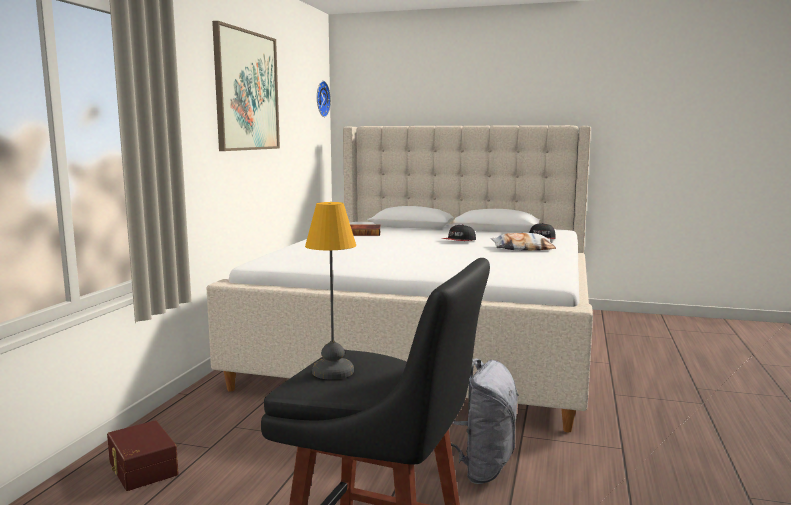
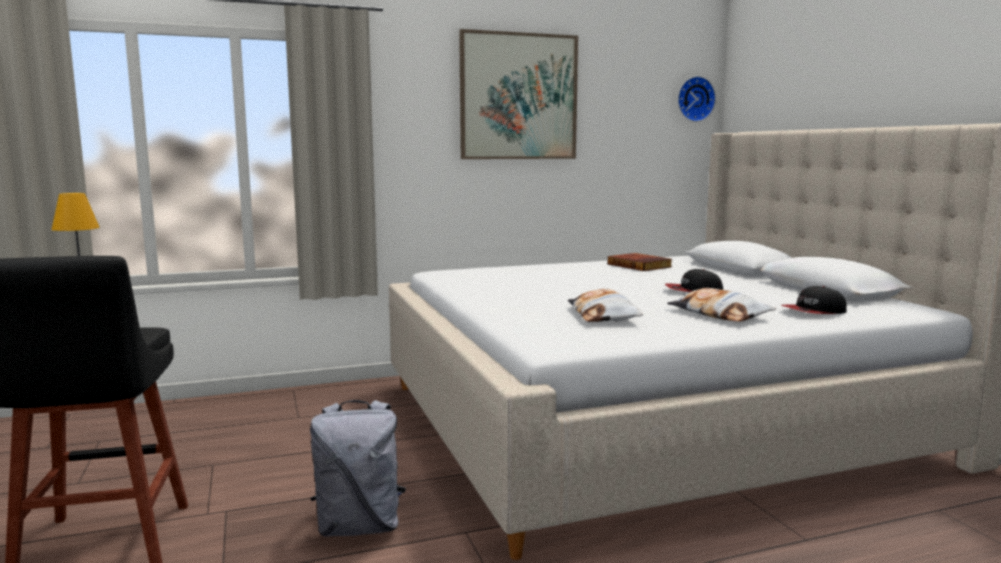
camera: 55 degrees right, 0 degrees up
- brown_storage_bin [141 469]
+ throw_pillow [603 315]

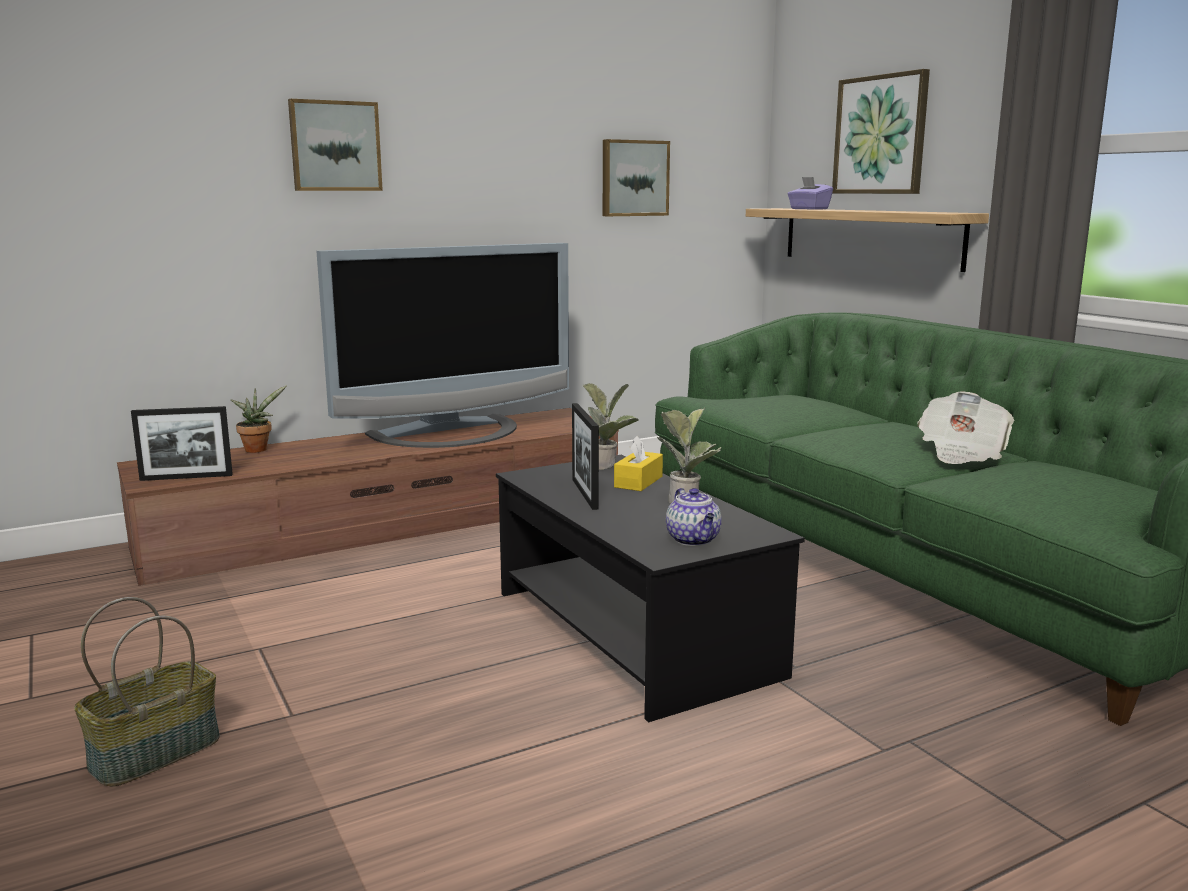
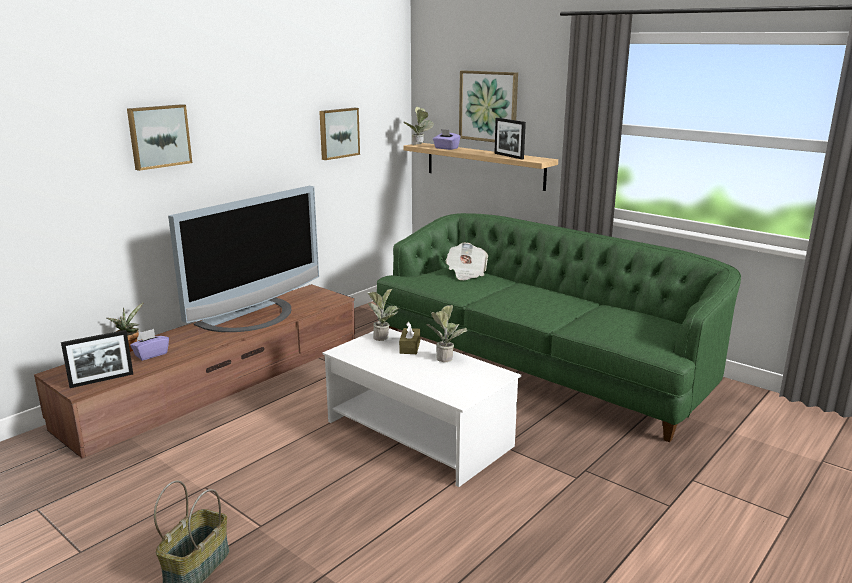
camera: 20 degrees left, 5 degrees up
~ daily_paper [961 453] to [466 273]
~ picture_frame [584 493] to [508 156]
~ yellowish_tissue_box [638 482] to brown_tissue_box [410 347]
~ black_coffee_table [634 633] to whitish_coffee_table [419 434]
- pot_for_tea [694 540]
+ potted_plant [419 145]
+ purple_tissue_box [151 354]

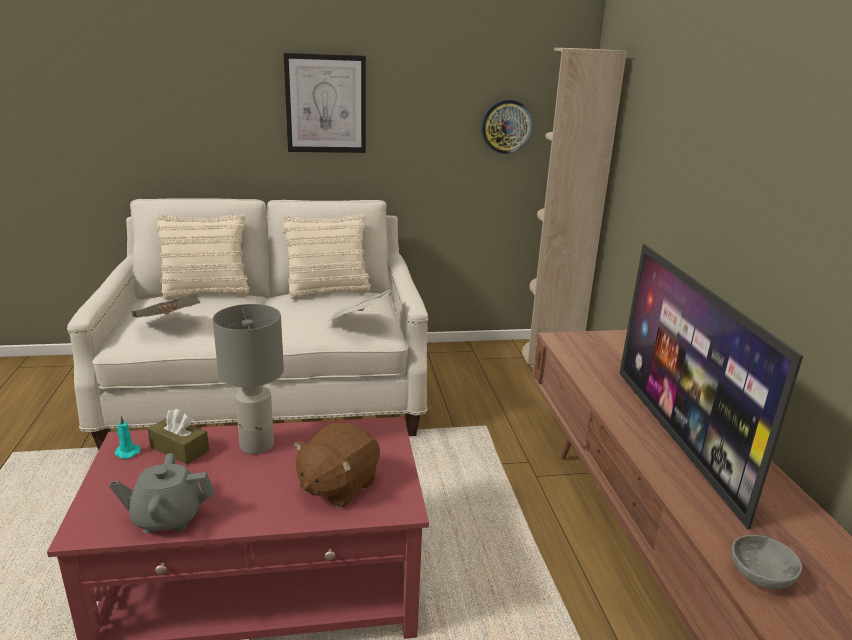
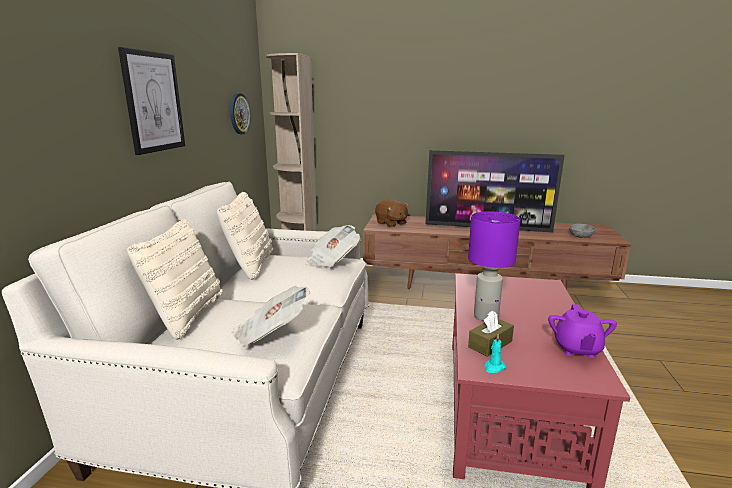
camera: 70 degrees left, 5 degrees down
~ grey_table_lamp [257 445] to purple_table_lamp [486 316]
~ brown_cuddly_toy [337 486] to [391 223]
~ grey_pot_for_tea [167 518] to purple_pot_for_tea [577 349]

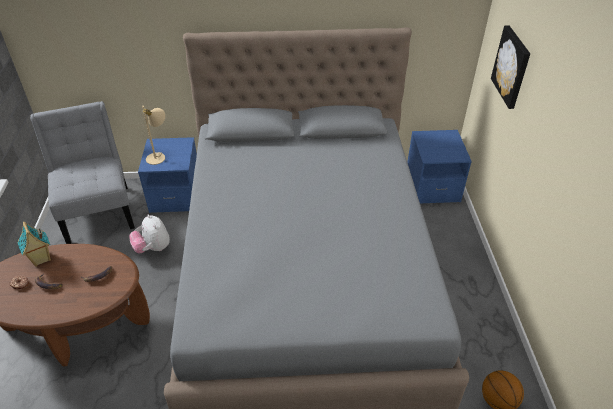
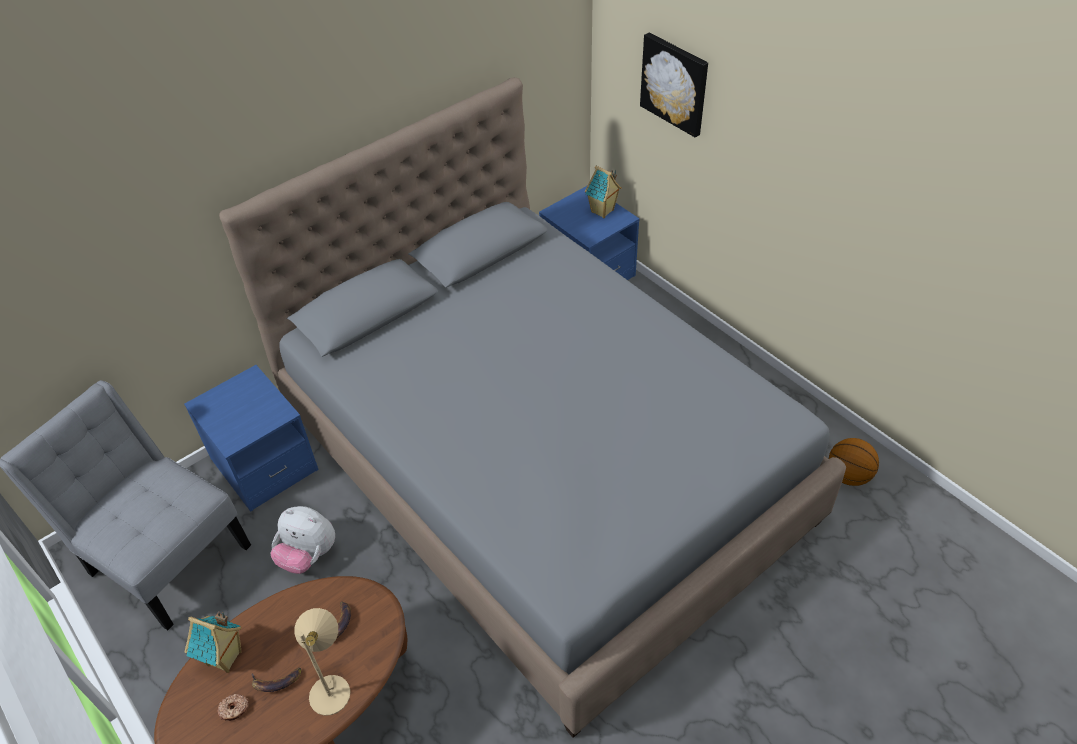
camera: 35 degrees left, 5 degrees up
~ beige-coloured_table_lamp [159 156] to [332 686]
+ toy_house [602 211]

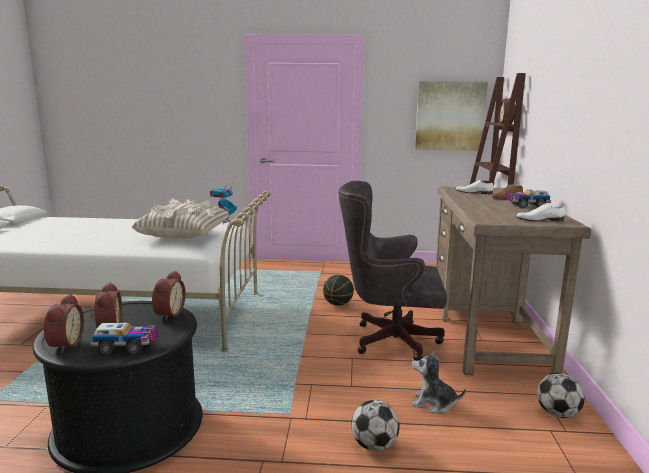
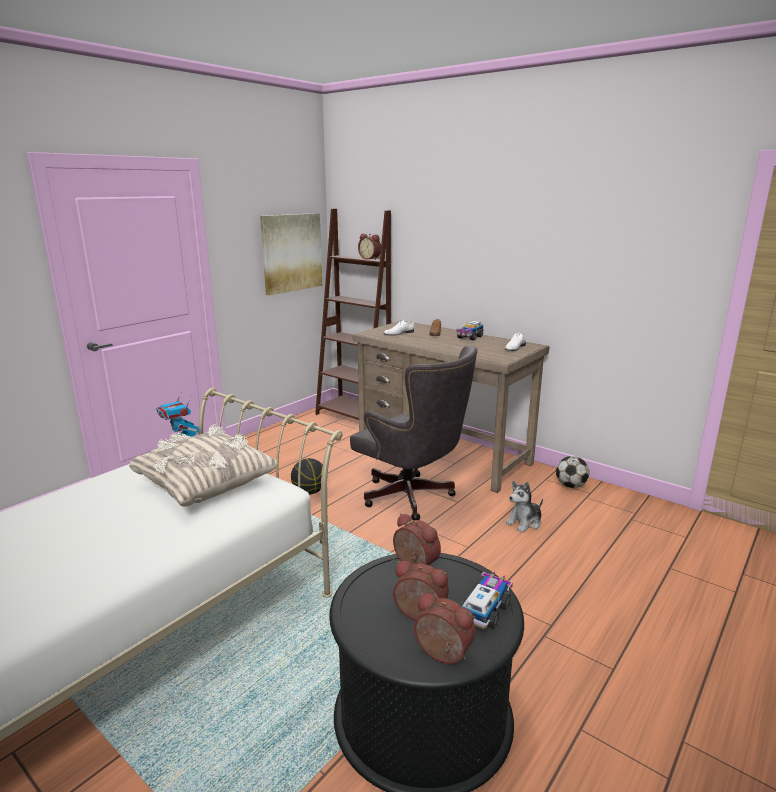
camera: 55 degrees left, 5 degrees up
~ grey_computer_chair [389 340] = [412 498] 90 degrees counterclockwise
- football [374 445]

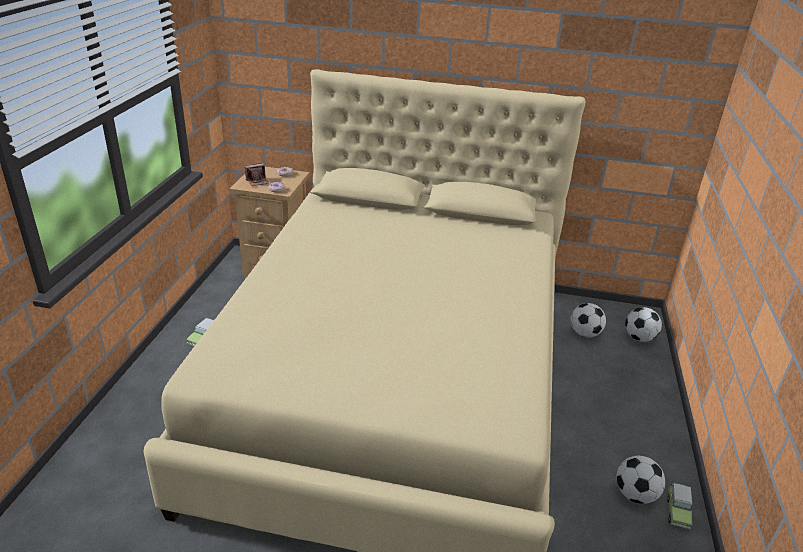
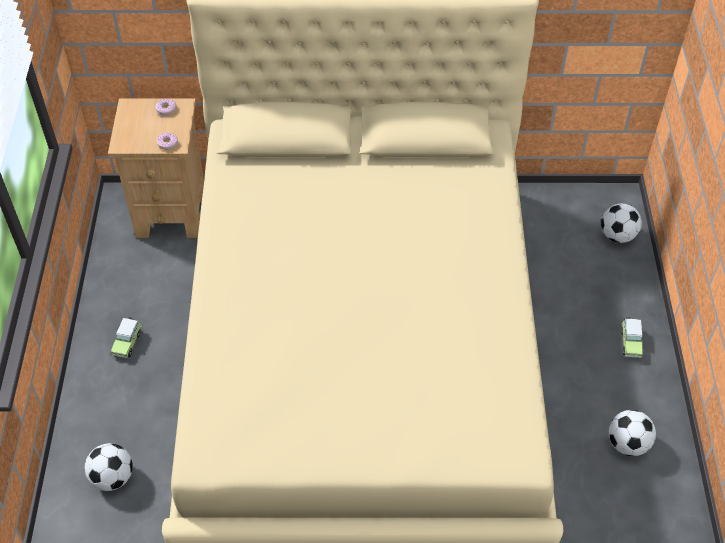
camera: 10 degrees left, 20 degrees up
- still_camera [257 181]
~ football [584 333] to [113 477]
~ miniature_car [677 511] to [630 342]

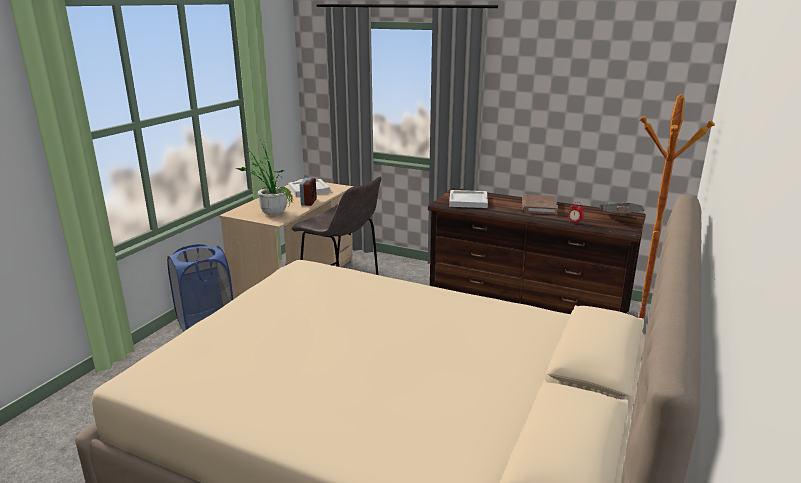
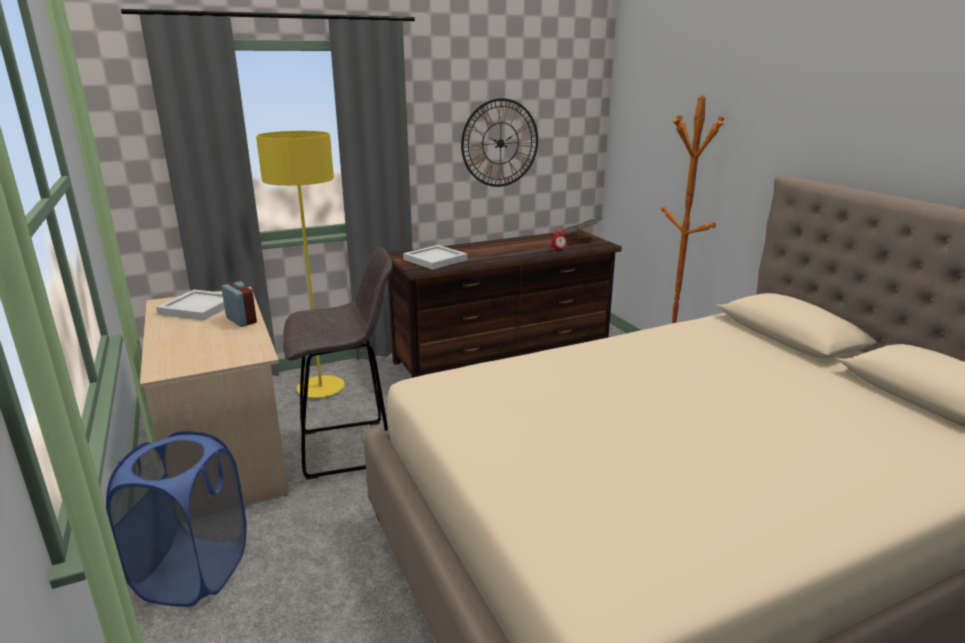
camera: 50 degrees left, 0 degrees up
- potted_plant [270 212]
- brown_book [539 207]
+ hanging_clock [500 143]
+ yellowish_standing_lamp [321 389]

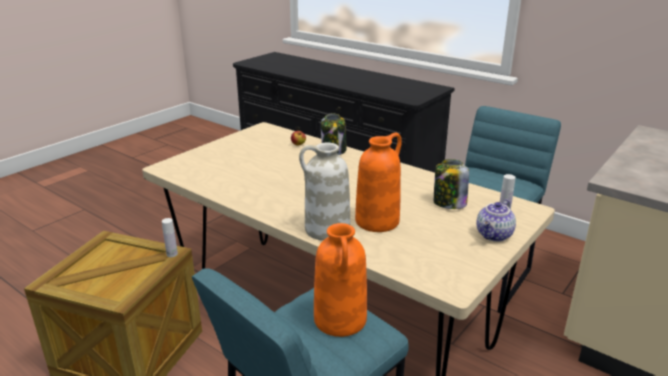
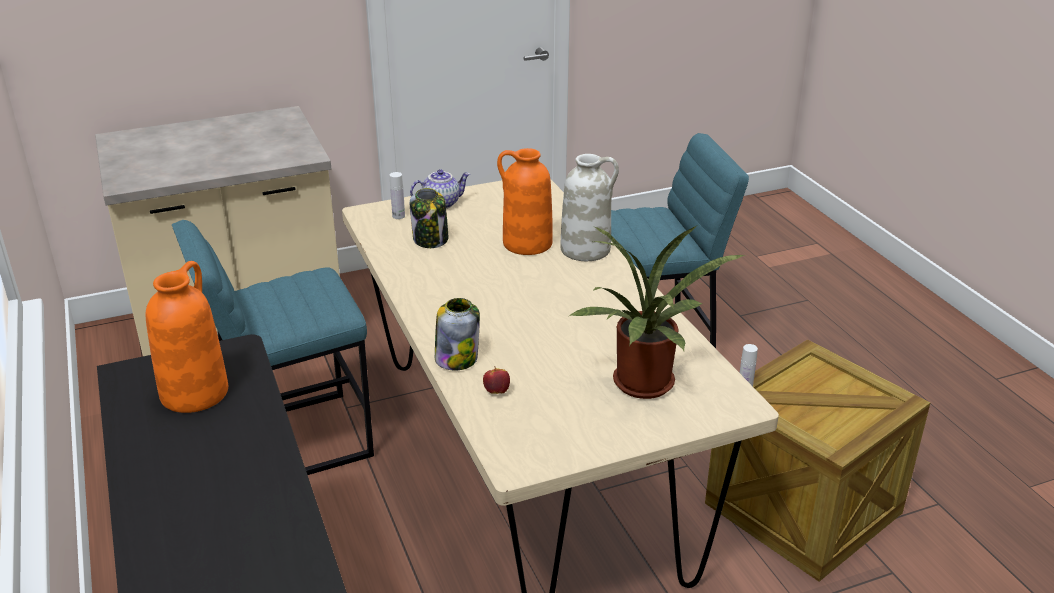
camera: 150 degrees left, 5 degrees up
~ orange-coloured_vase [341 320] to [194 392]
+ potted_plant [643 387]

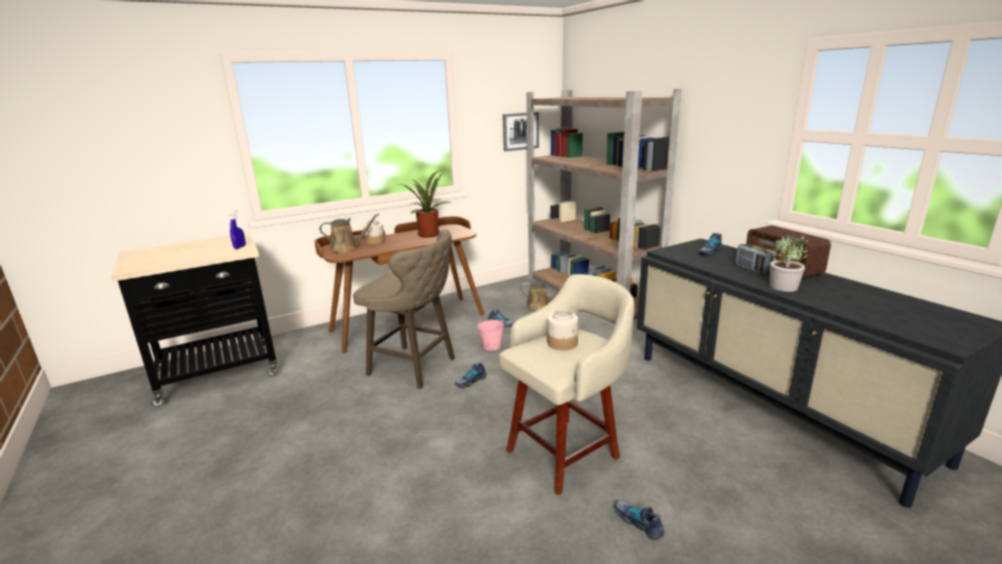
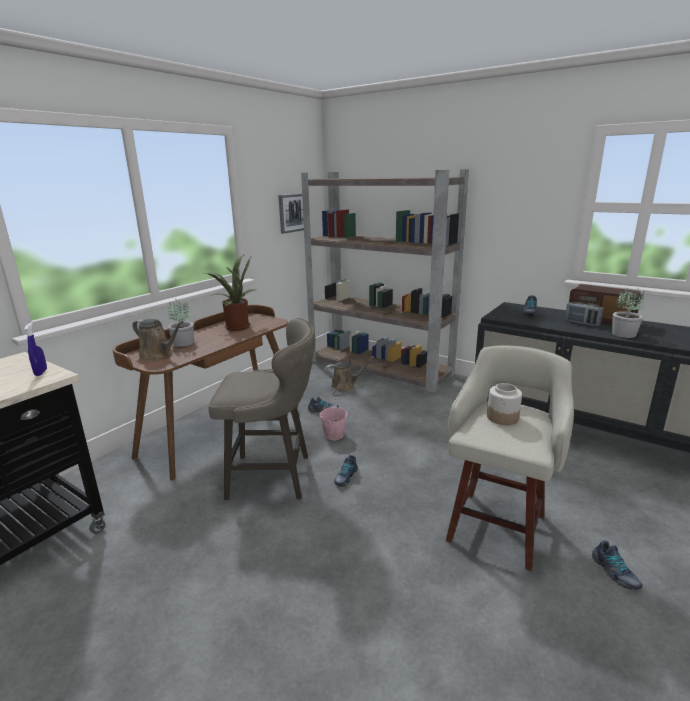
camera: 25 degrees left, 0 degrees up
~ brown_watering_pot [347 249] = [158 355] 60 degrees clockwise
~ jar [374 242] to potted_plant [183 343]
~ low_shoe [638 522] = [614 572] 135 degrees counterclockwise

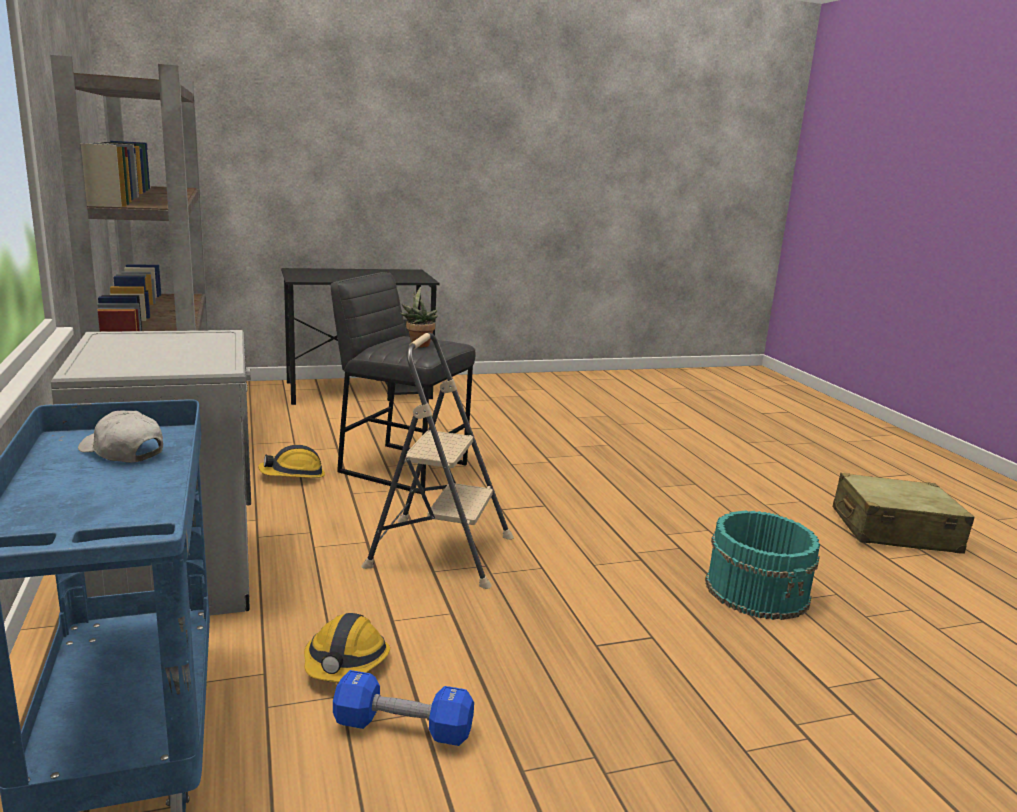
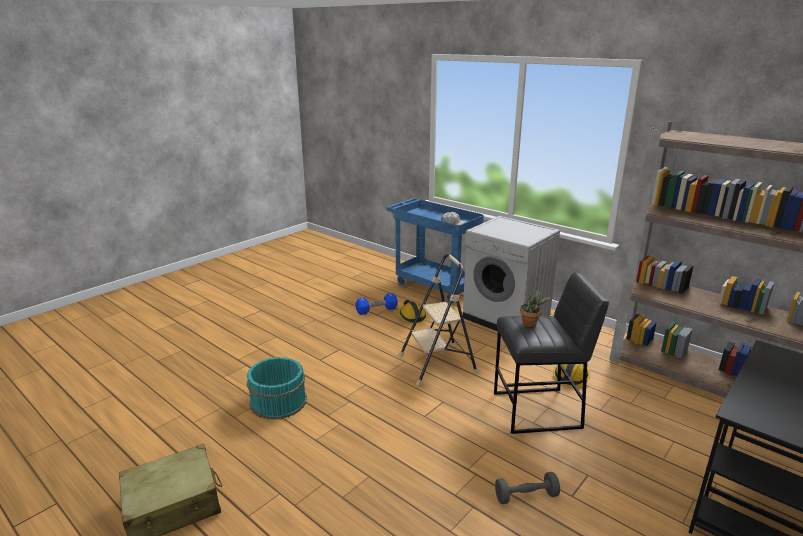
camera: 150 degrees right, 5 degrees up
+ grey_hand_weight [526 496]

